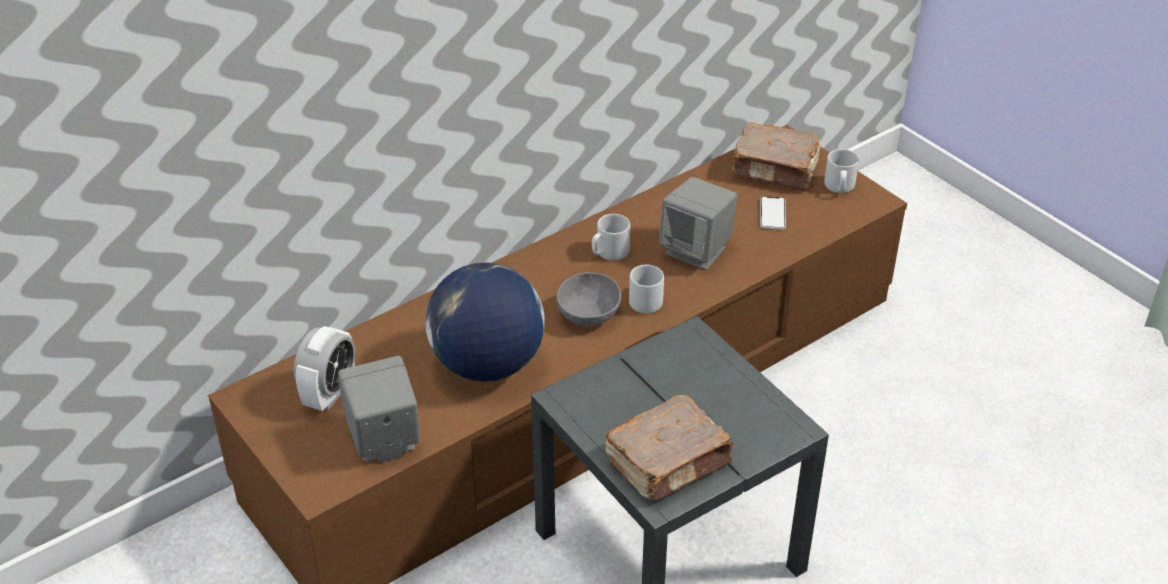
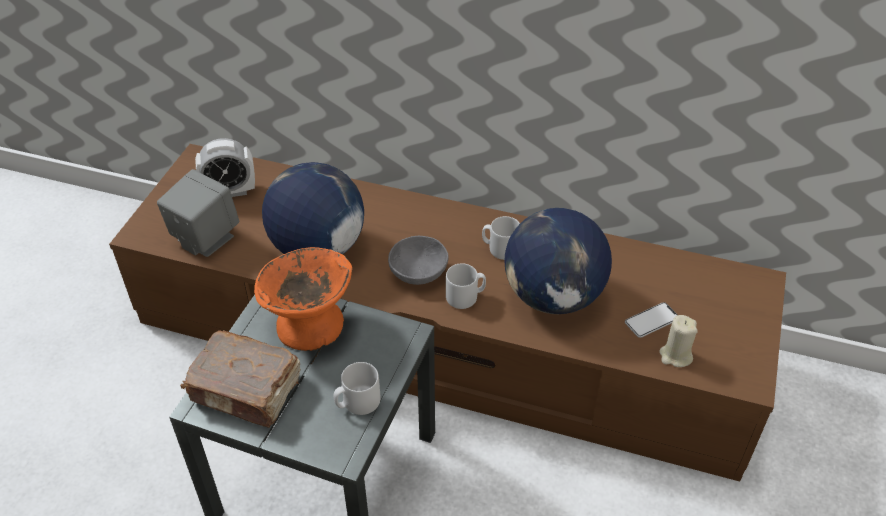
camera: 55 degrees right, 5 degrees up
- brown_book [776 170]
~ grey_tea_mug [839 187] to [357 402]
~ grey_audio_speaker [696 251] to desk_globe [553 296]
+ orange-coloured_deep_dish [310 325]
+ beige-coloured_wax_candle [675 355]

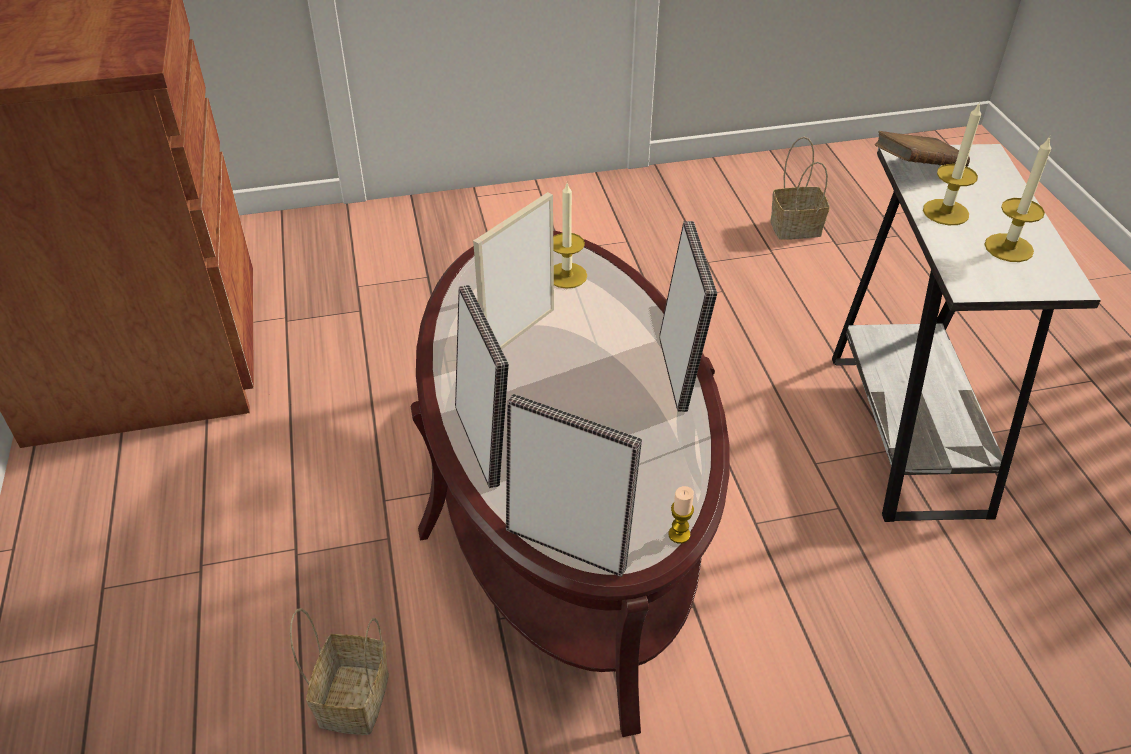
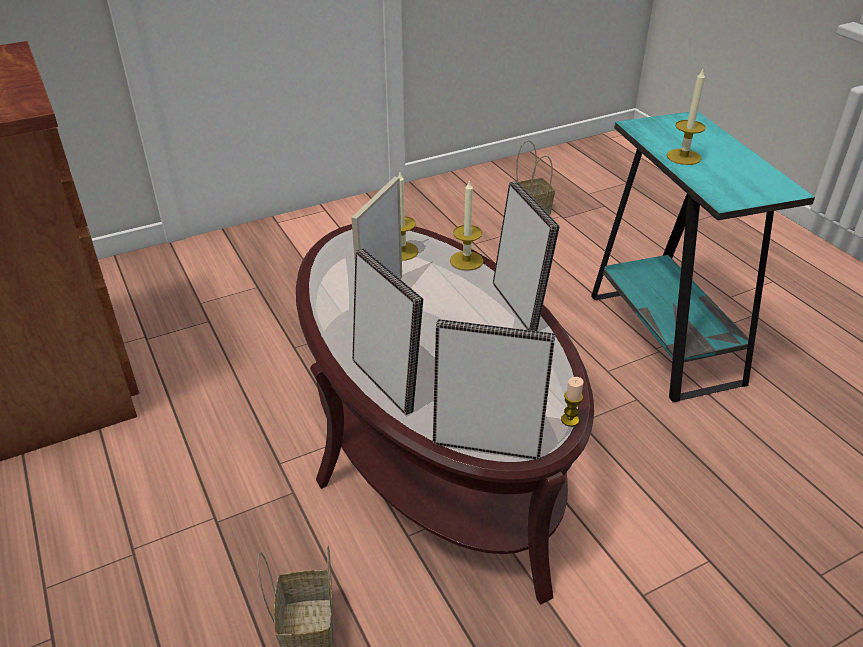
camera: 15 degrees left, 5 degrees down
- brown_book [916 169]
~ wax_candle [1008 248] to [466 260]
~ whitish_end_table [907 433] to blue-green_end_table [664 338]

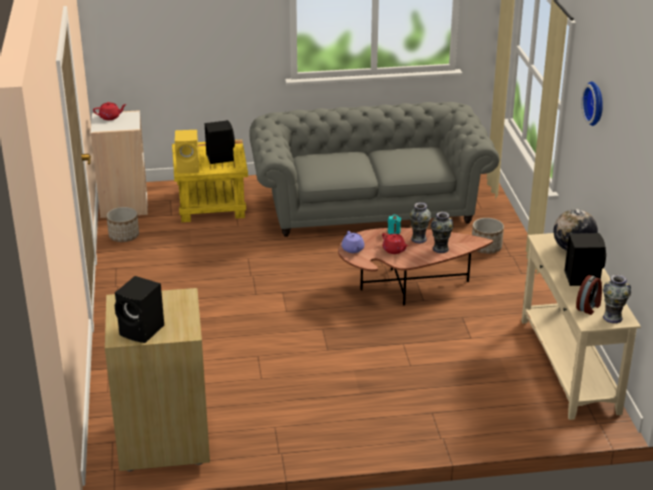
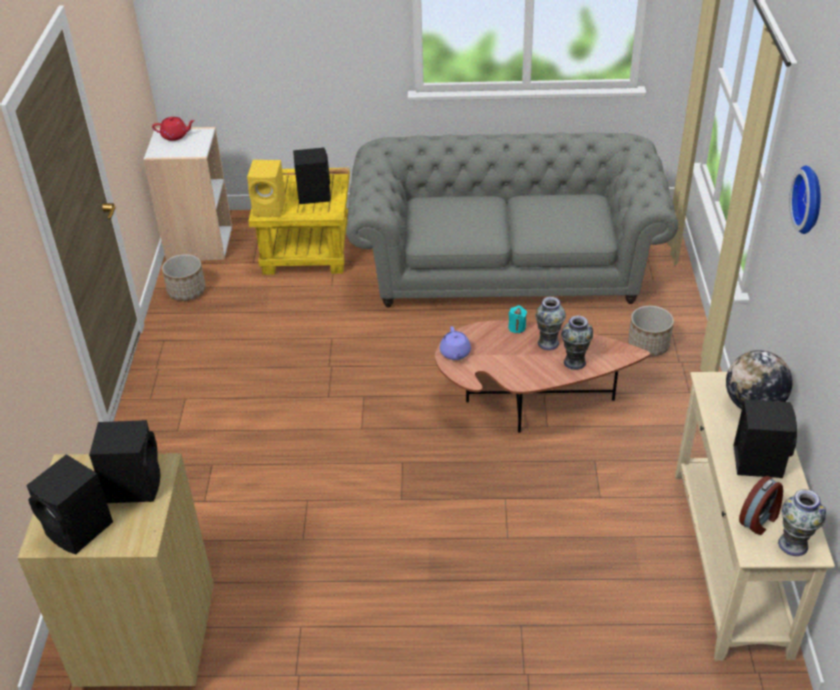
camera: 10 degrees right, 10 degrees up
- red_pot_for_tea [394 250]
+ black_audio_speaker [134 484]

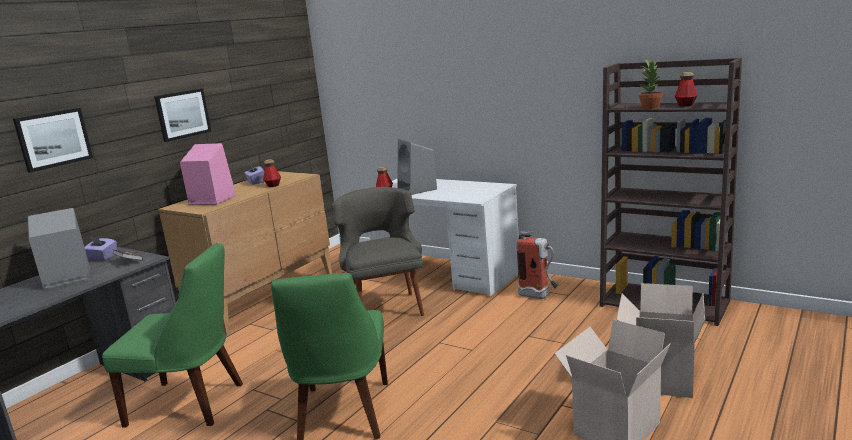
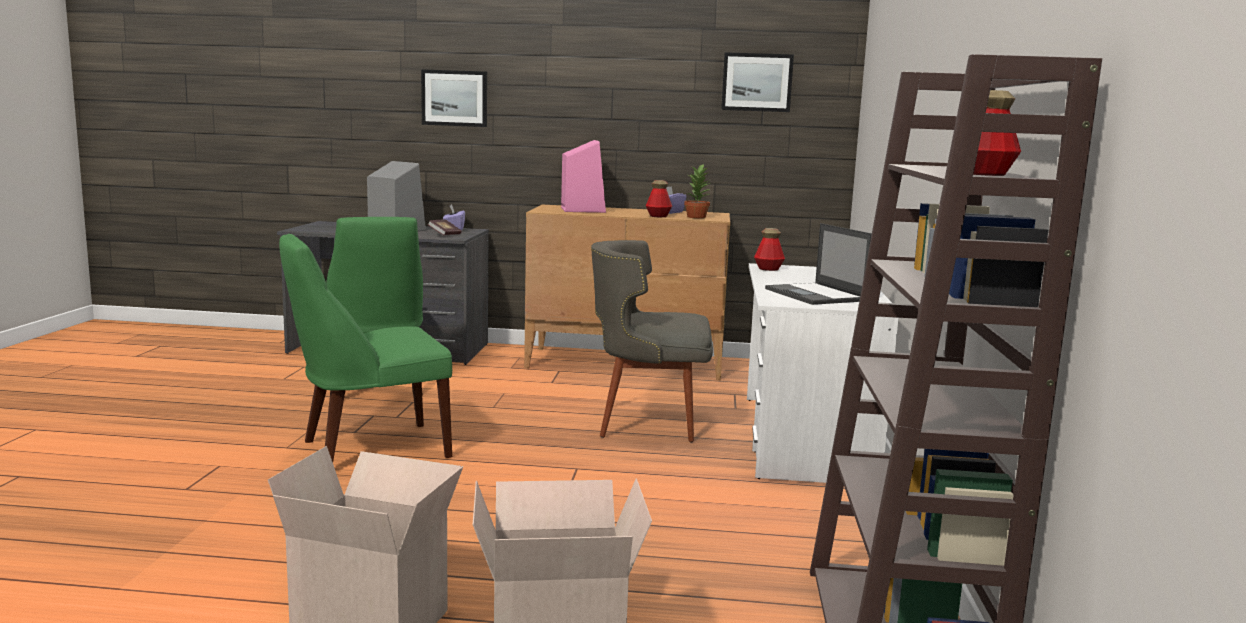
camera: 60 degrees right, 5 degrees down
~ potted_plant [650 107] to [697 217]
~ picture [182 114] to [757 82]
- grey_audio_speaker [418 189]
~ grey_plain_chair [386 310] = [649 424] 135 degrees counterclockwise
- fire_extinguisher [539 296]
+ portable_computer [816 295]

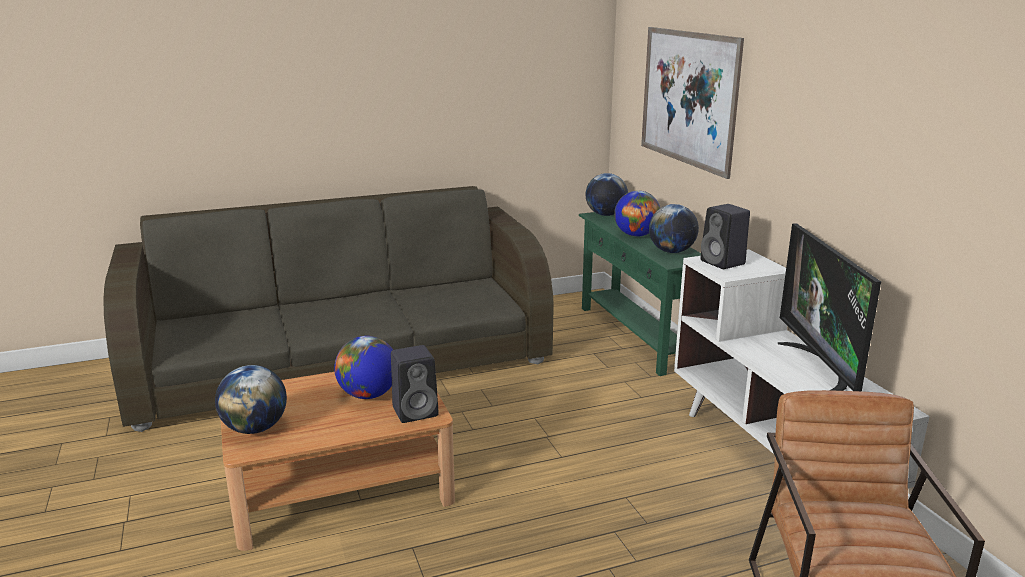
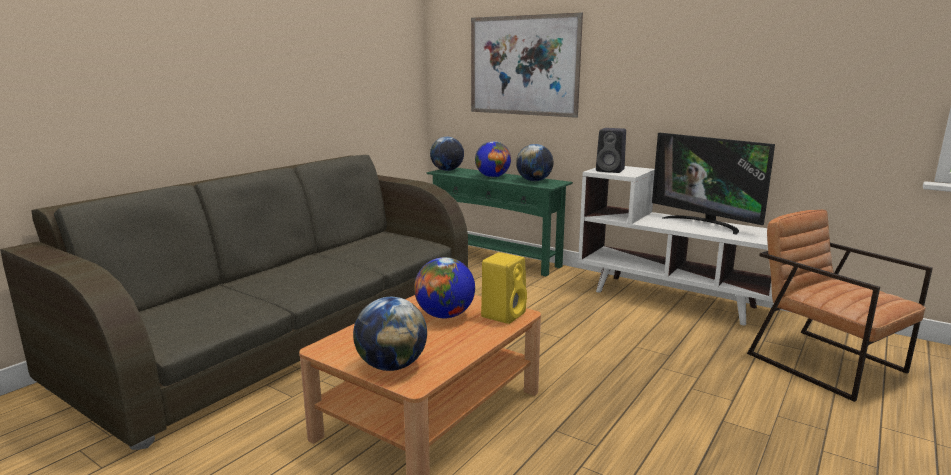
camera: 35 degrees left, 5 degrees down
~ black_audio_speaker [416 411] to yellowish_audio_speaker [503 314]

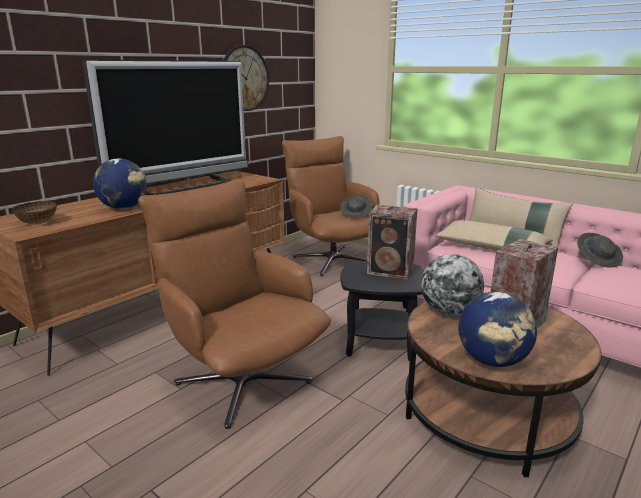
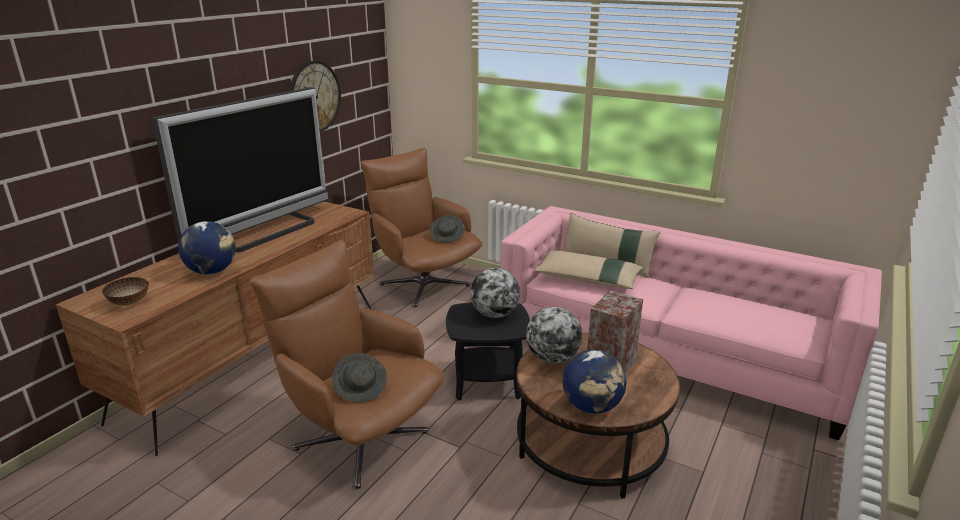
camera: 10 degrees left, 5 degrees up
~ audio_speaker [391 271] to desk_globe [495 314]
~ grey_wearable_hat [598 260] to [361 388]

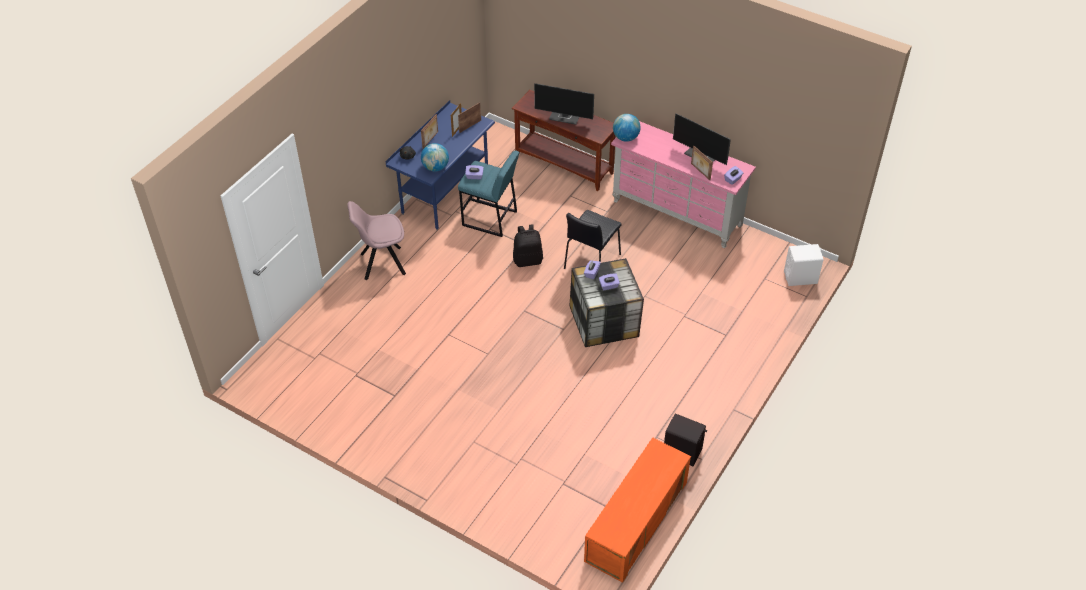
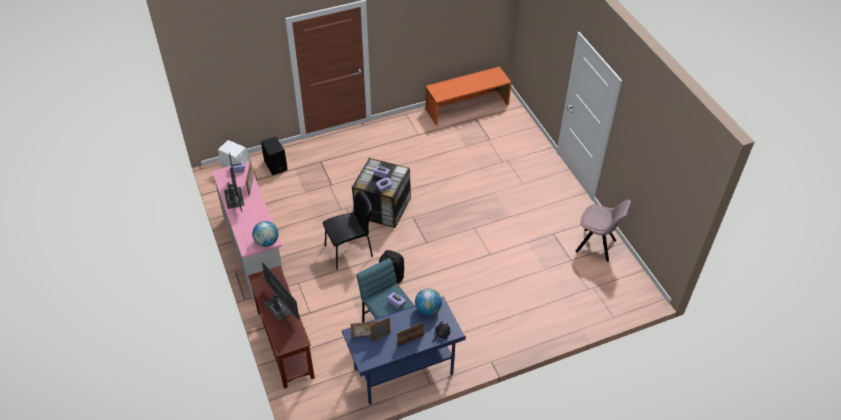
camera: 145 degrees left, 0 degrees up
~ pinkish_plain_chair [382 263] to [596 246]
~ black_audio_speaker [682 452] to [275 165]

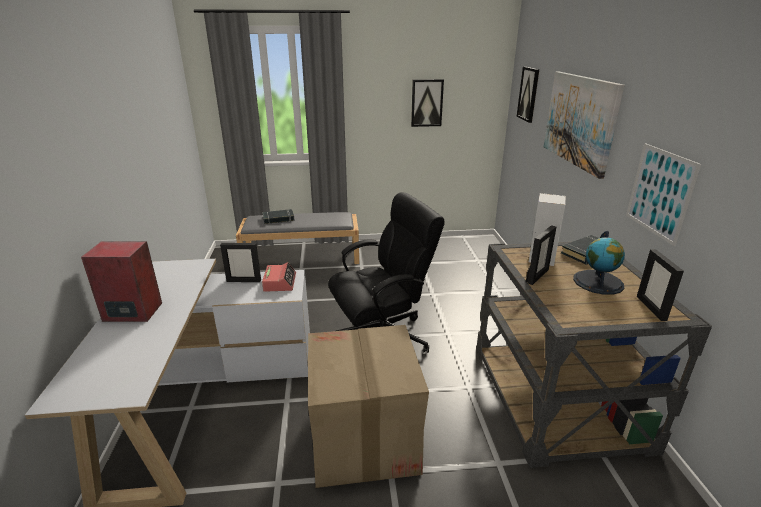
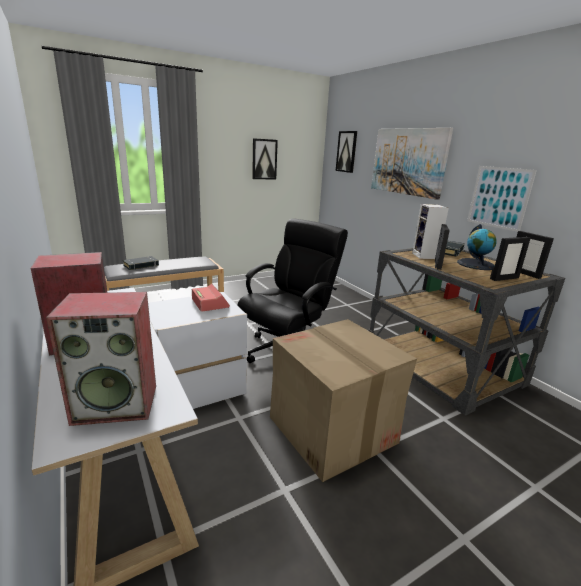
camera: 25 degrees left, 5 degrees down
~ picture_frame [244 280] to [504 278]
+ audio_speaker [117 403]

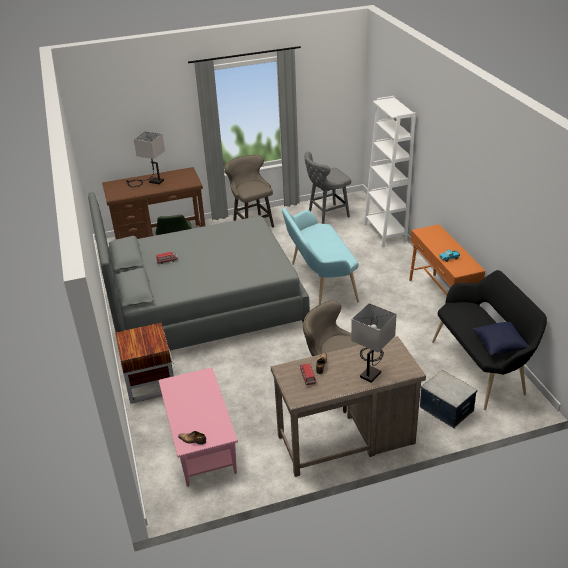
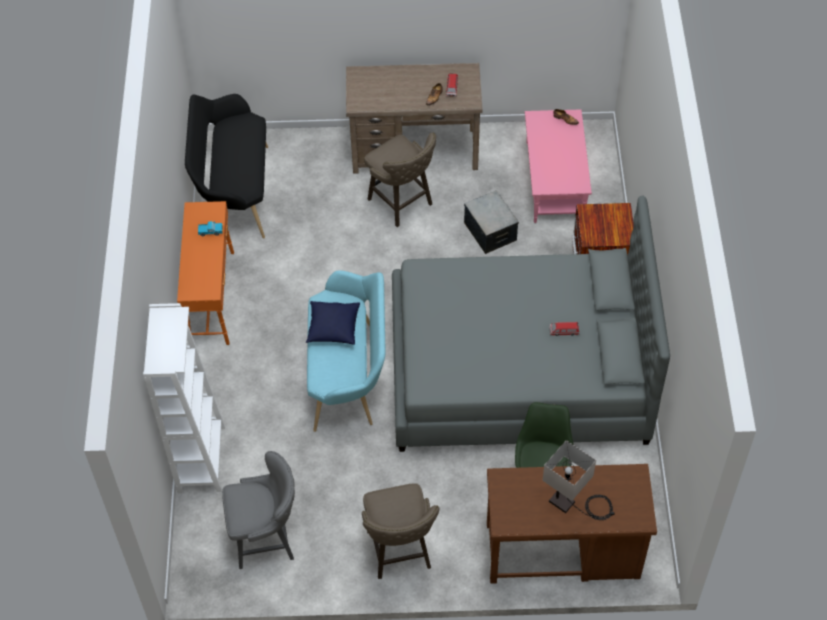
camera: 165 degrees left, 20 degrees up
- table_lamp [372 366]
~ blue_throw_pillow [500 345] to [333 328]
~ storage_bin [446 409] to [490 231]

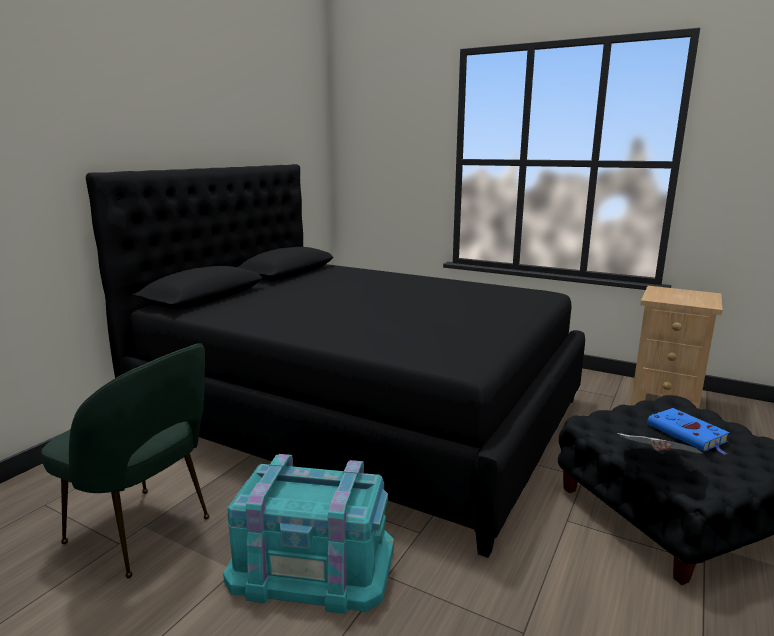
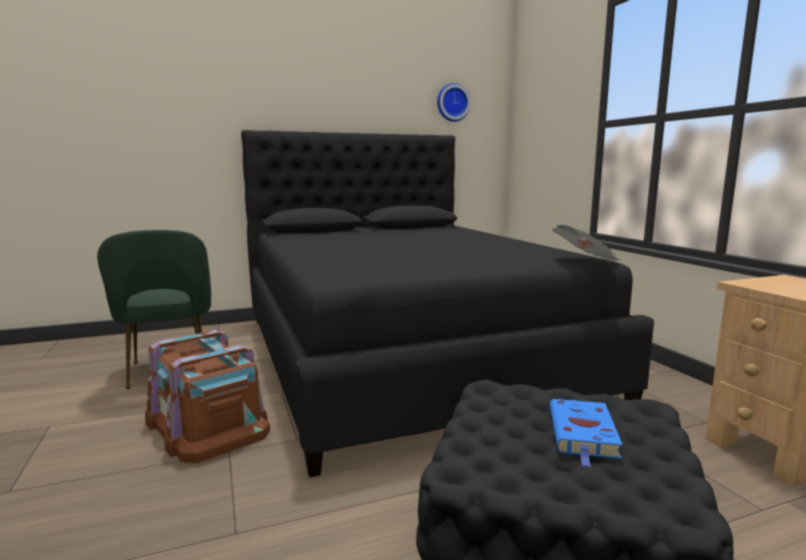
camera: 40 degrees right, 5 degrees down
~ daily_paper [655 462] to [586 261]
~ blue-green_storage_bin [313 563] to brown_storage_bin [207 423]
+ hanging_clock [452 102]

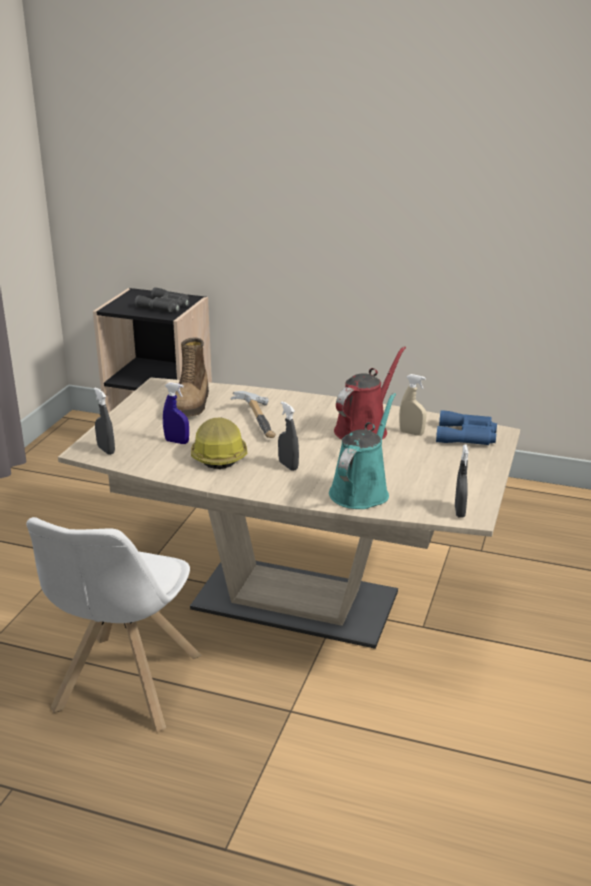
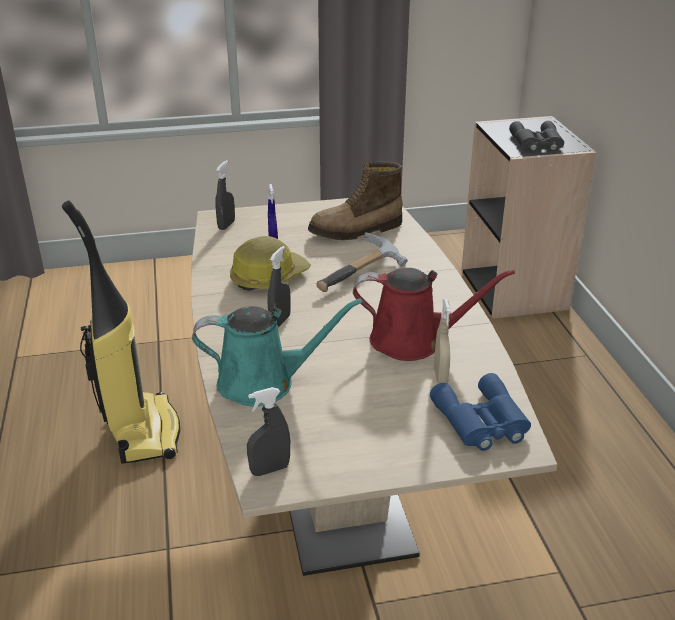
camera: 60 degrees right, 5 degrees up
~ whitish_plain_chair [125 687] to vacuum [142 431]

